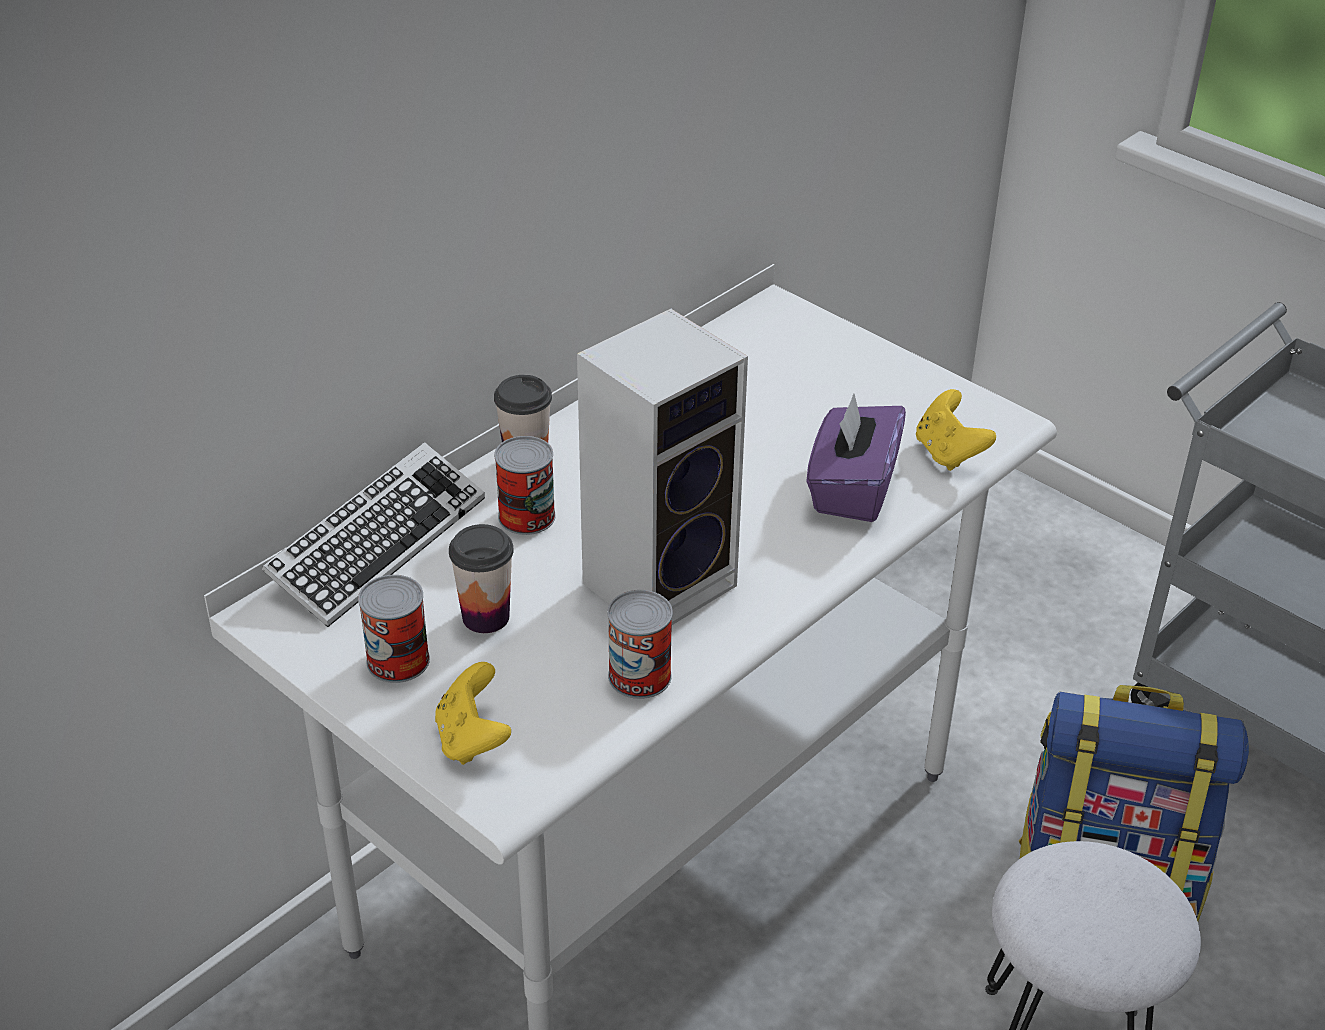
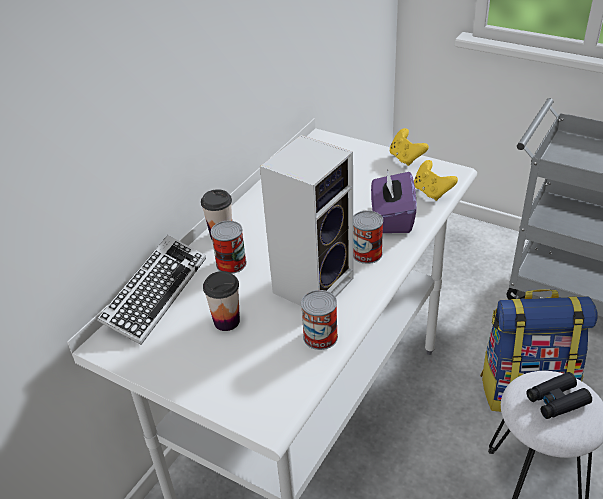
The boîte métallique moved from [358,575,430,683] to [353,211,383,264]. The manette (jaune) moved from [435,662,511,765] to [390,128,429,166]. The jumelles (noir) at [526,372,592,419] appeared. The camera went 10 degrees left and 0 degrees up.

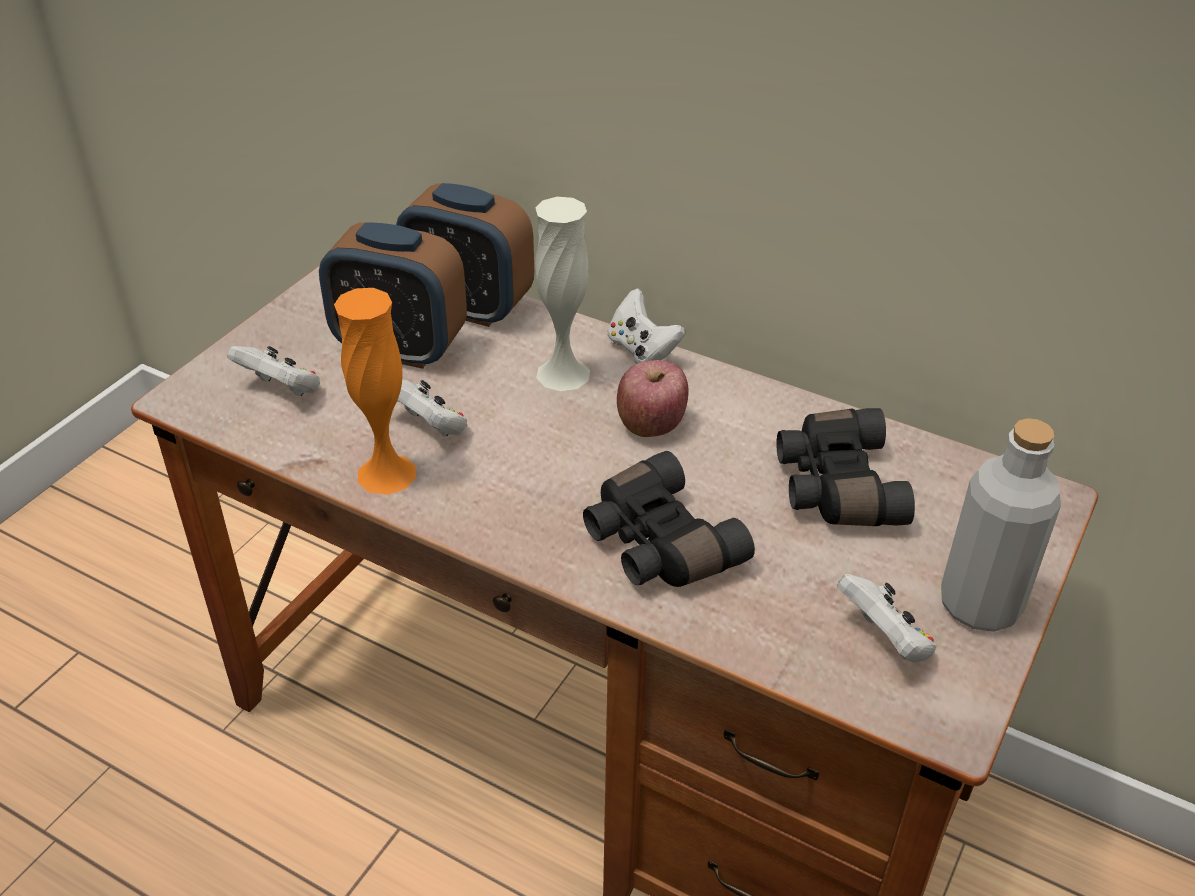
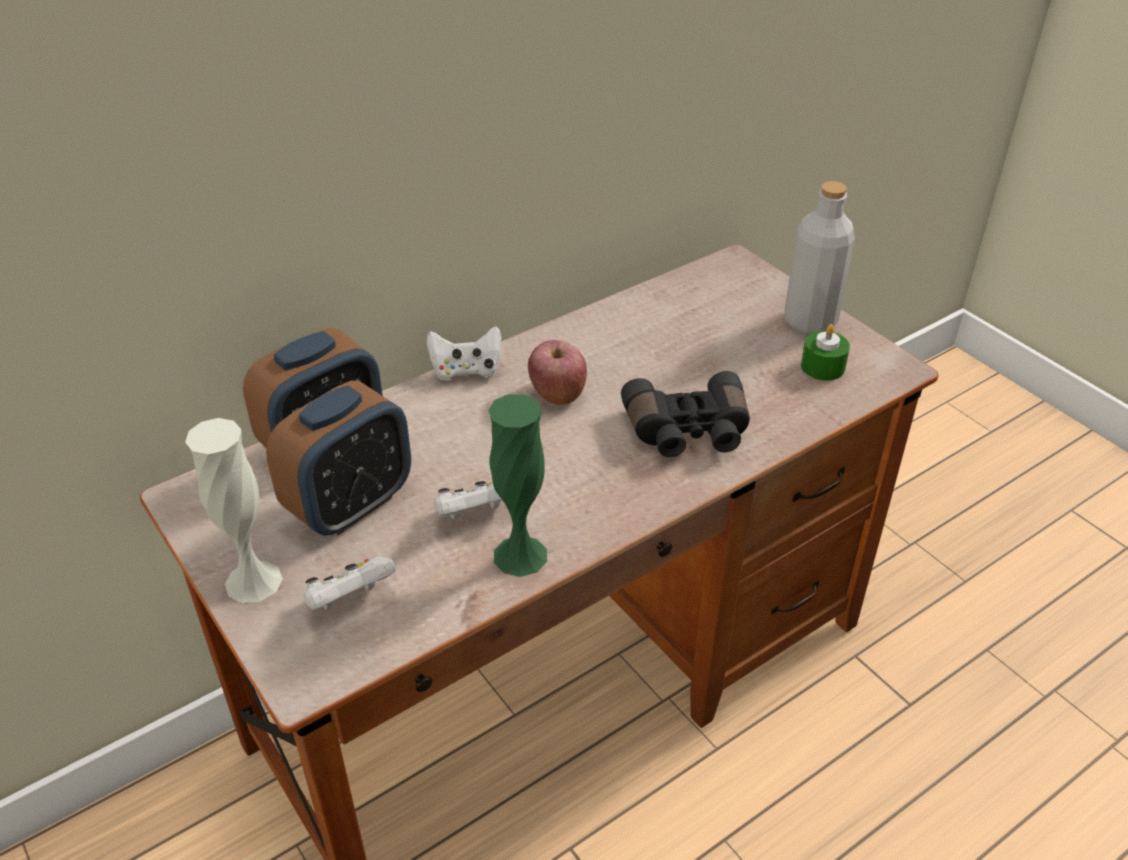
The vase (blanc) moved from [535,197,590,391] to [185,418,283,603]. The vase (orange) at [334,288,416,495] became the vase (vert) at [488,394,547,577]. The jumelles (noir) at [776,408,915,526] disappeared. The manette (blanc) at [837,574,936,663] was replaced by the bougie (vert) at [801,324,850,381]. The camera went 65 degrees left and 0 degrees up.

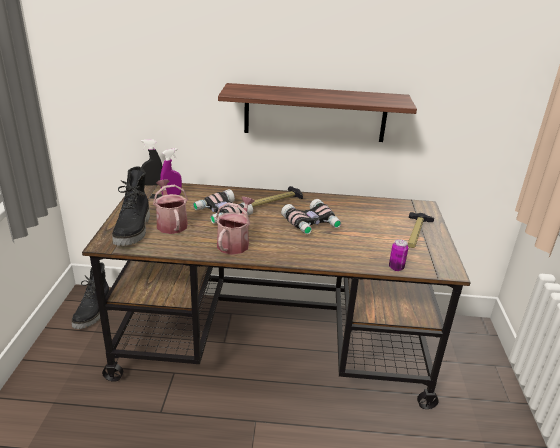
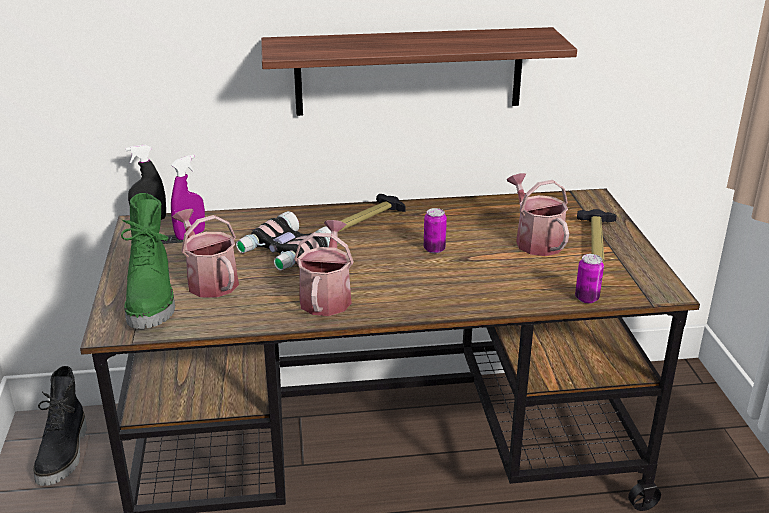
The botte (noir) at [112,166,150,246] became the botte (vert) at [121,193,175,329]. The jumelles at [281,199,341,234] was replaced by the boîte métallique at [424,208,447,253]. The arrosoir at [507,173,569,256] appeared. The camera went 10 degrees left and 0 degrees up.

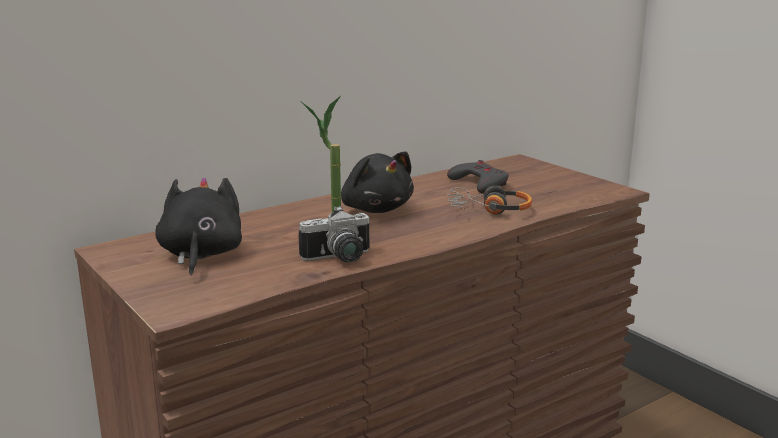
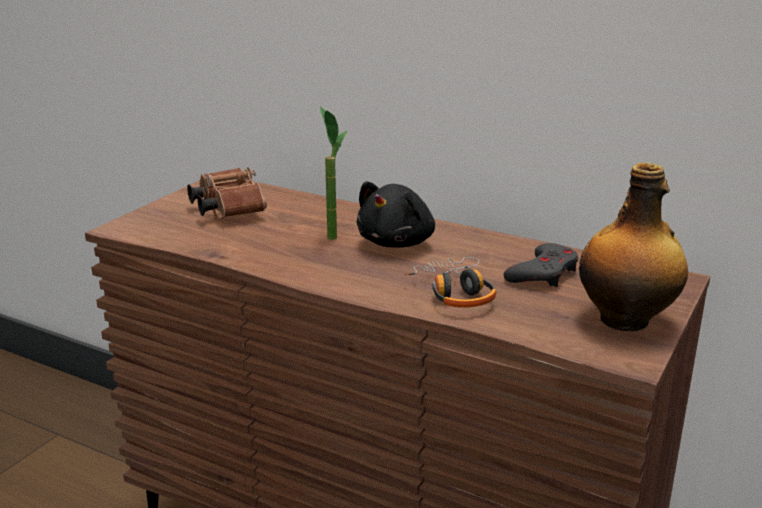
The peluche (noir) at [155,177,242,276] was replaced by the jumelles (marron) at [187,167,267,220]. The appareil photo at [298,206,370,262] disappeared. The bouteille at [579,162,688,331] appeared. The camera went 65 degrees right and 5 degrees up.

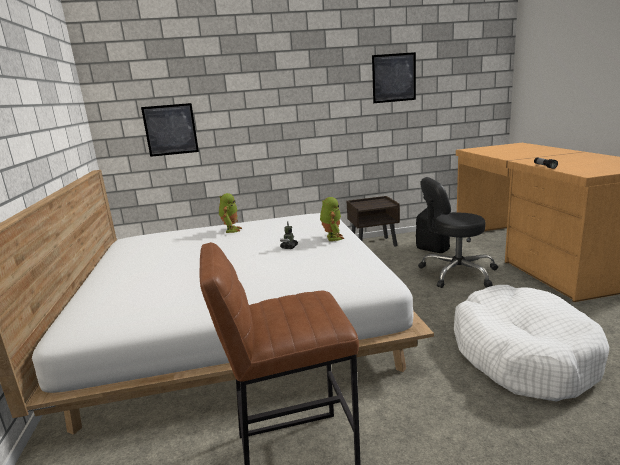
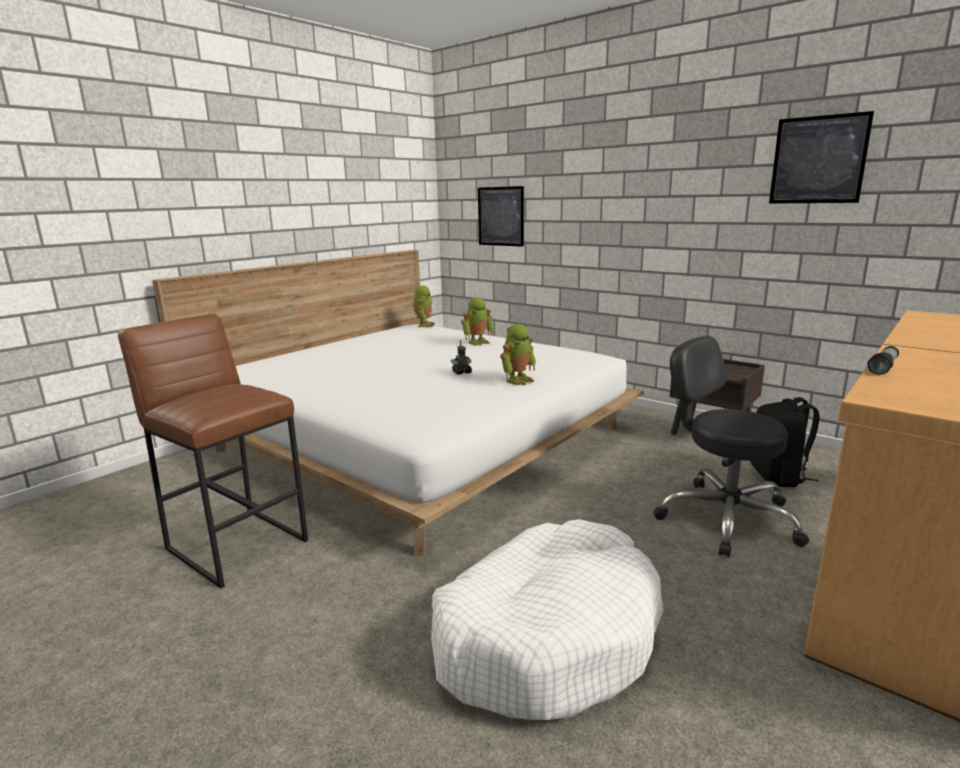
The robot jouet at [413,286,435,327] appeared. The camera went 50 degrees right and 0 degrees up.

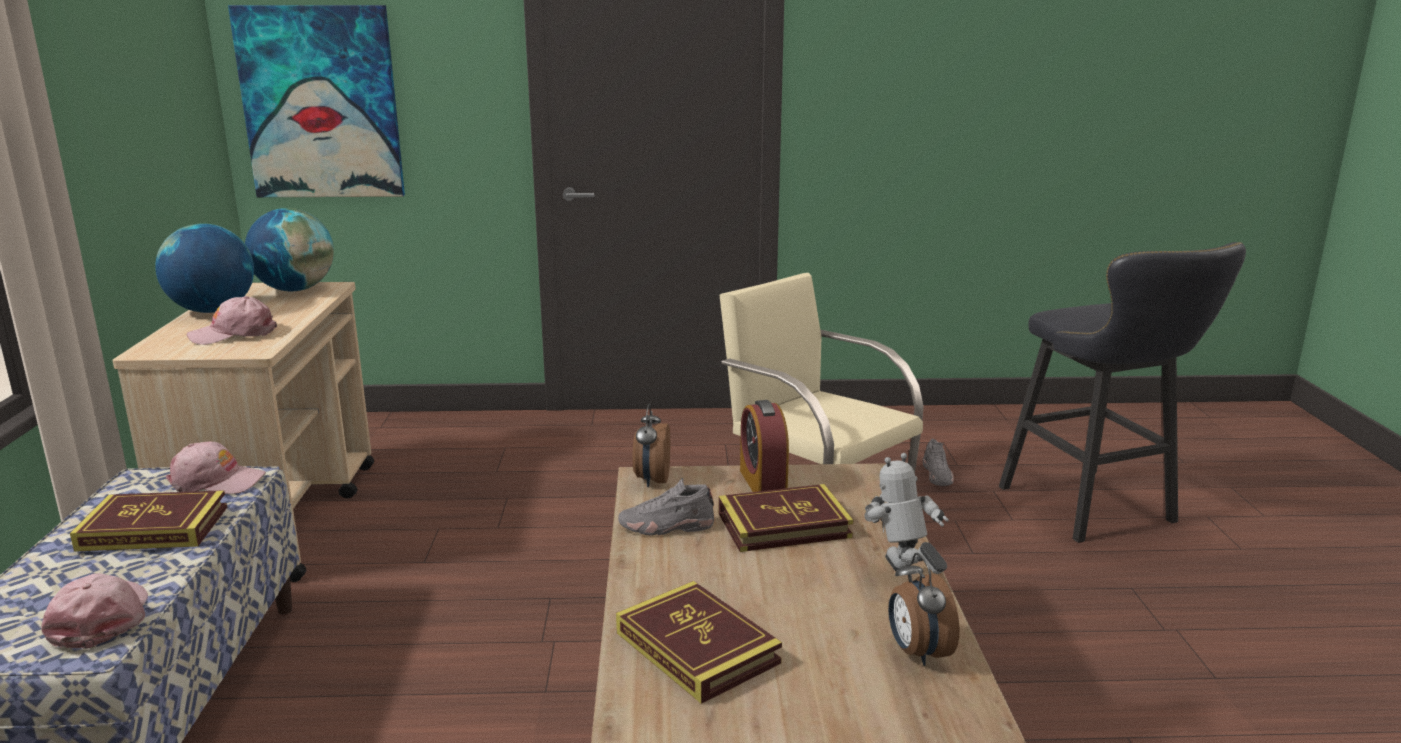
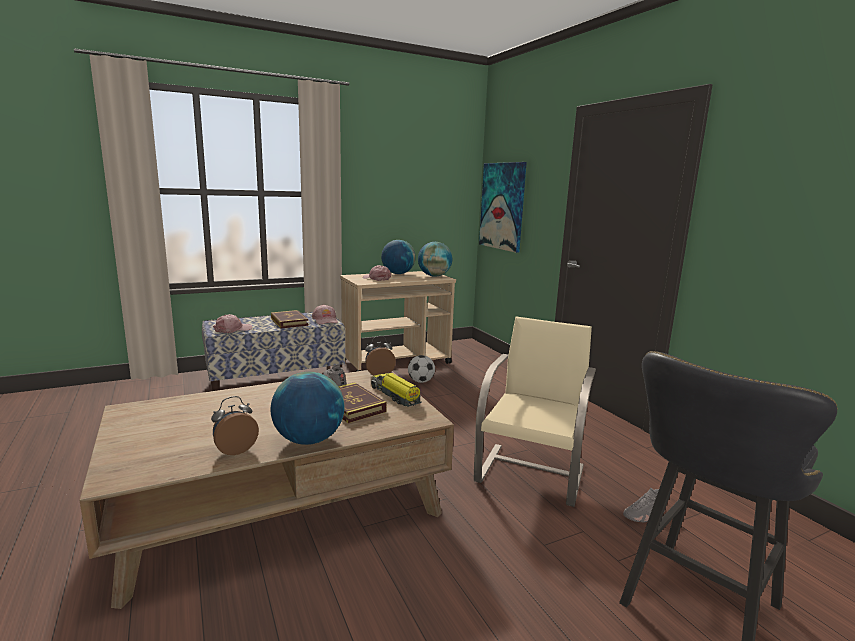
The réveil at [740,400,789,492] was replaced by the camion jouet at [371,373,422,407]. The robot jouet at [864,453,949,574] was replaced by the globe at [271,372,345,445]. The livre at [616,581,782,704] disappeared. The ballon de foot at [408,355,435,383] appeared. The camera went 65 degrees right and 5 degrees down.

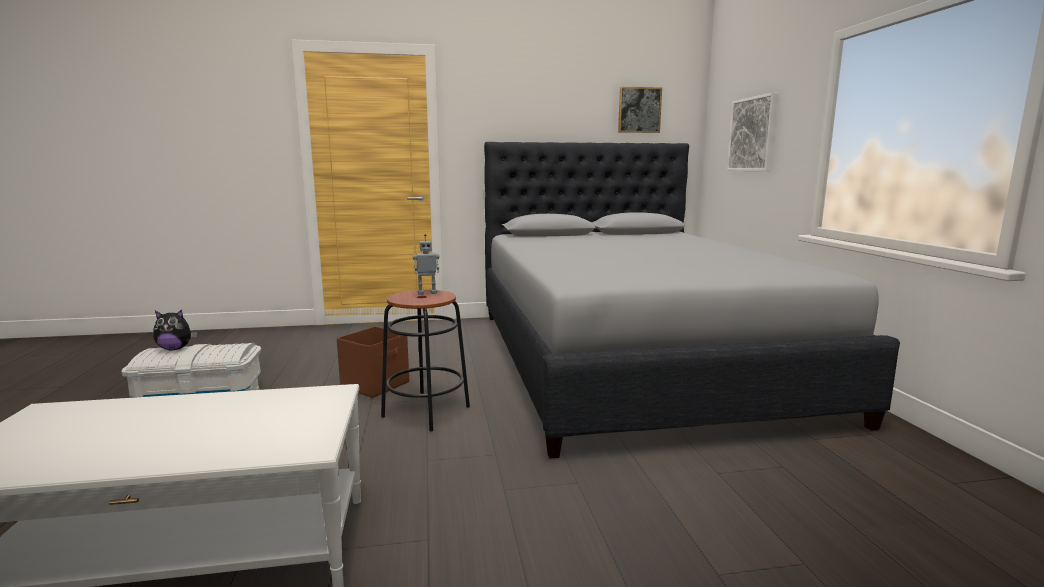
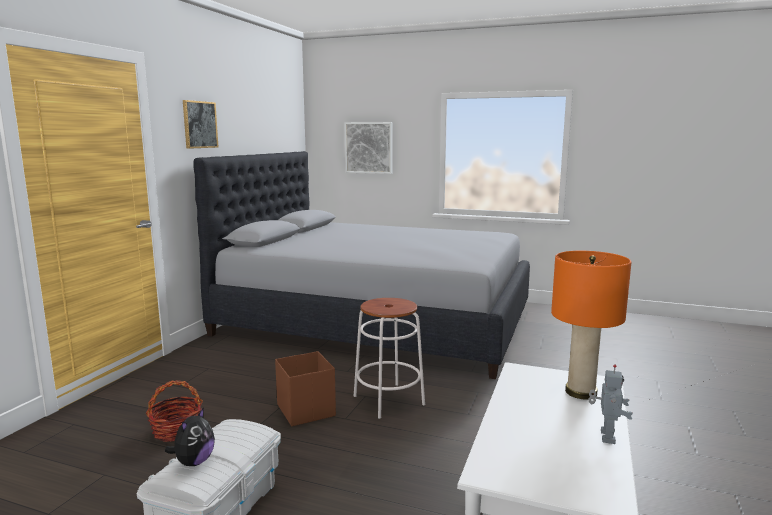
The tableau moved from [618,87,662,133] to [183,100,218,149]. The robot jouet moved from [413,234,439,295] to [588,365,633,444]. The tabouret (noir) at [381,290,470,432] became the tabouret (blanc) at [354,298,425,419]. The lampe de table (orange) at [551,251,631,400] appeared. The panier at [146,380,203,442] appeared. The camera went 60 degrees left and 0 degrees up.

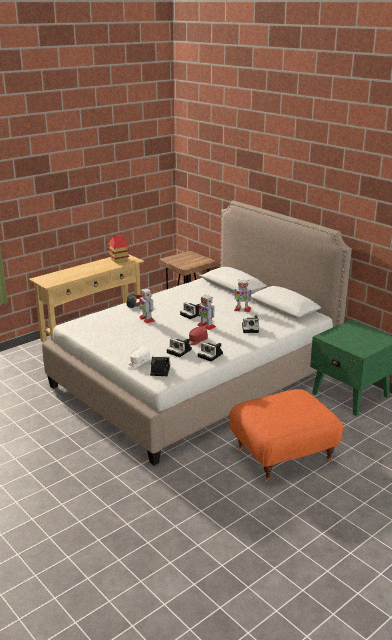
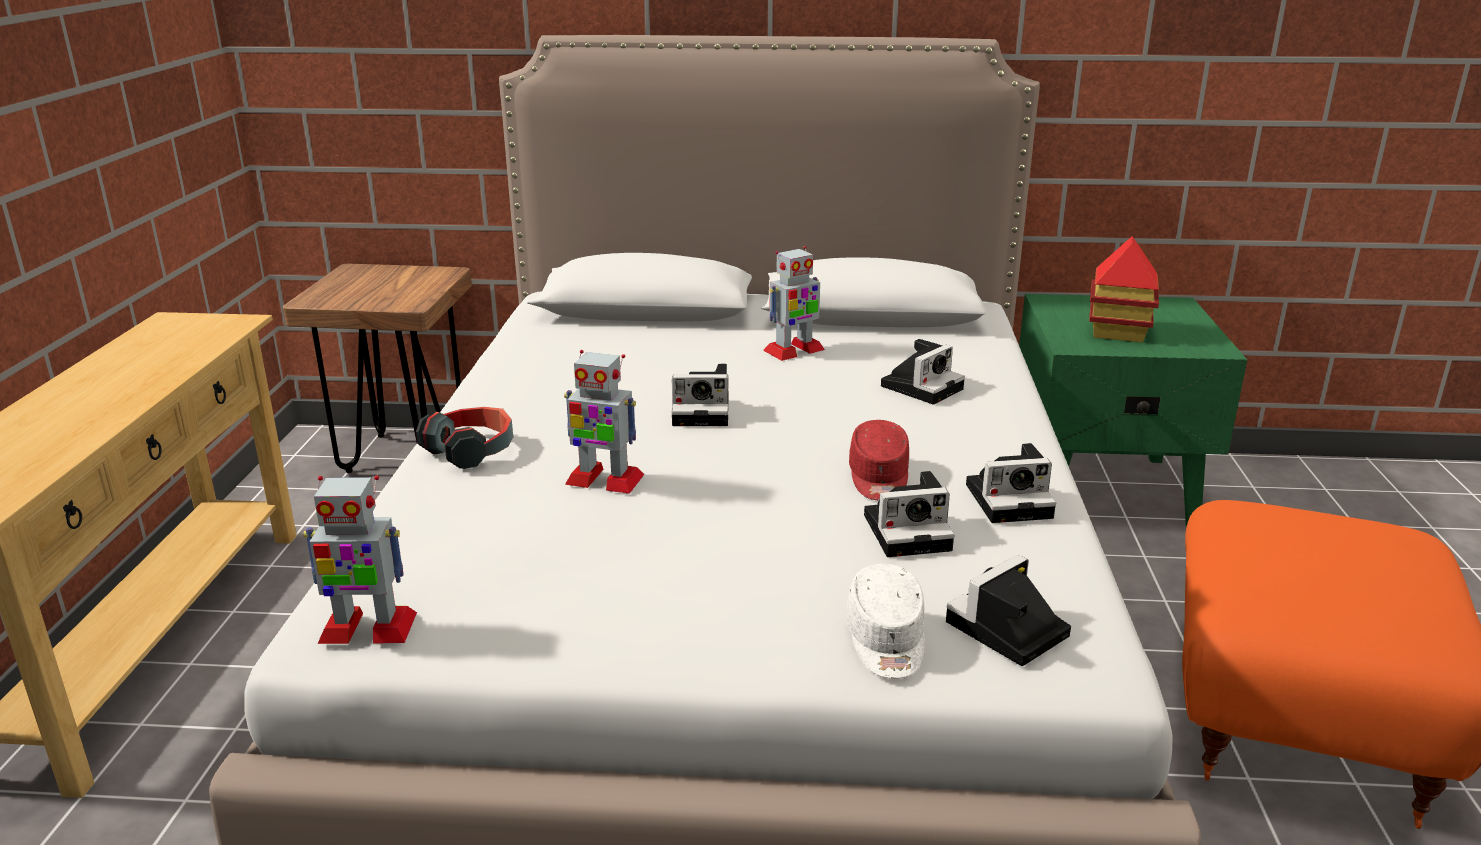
The maison miniature moved from [108,234,130,263] to [1089,236,1159,343]. The robot jouet moved from [198,294,216,330] to [303,475,417,644]. The camera went 45 degrees left and 0 degrees up.

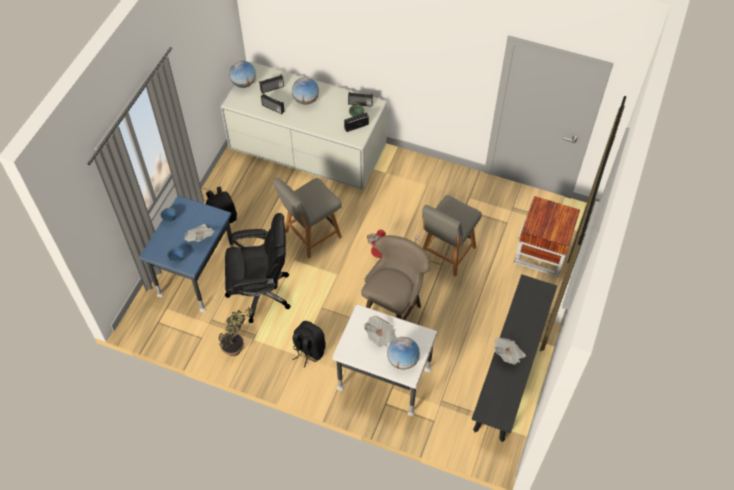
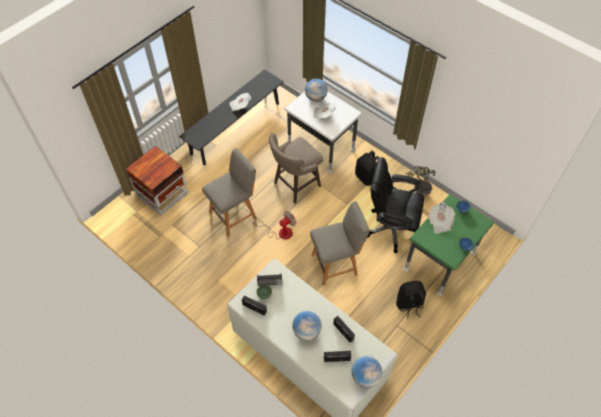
The bureau (bleu) at [139,195,234,312] became the bureau (vert) at [403,194,494,296]. The camera went 160 degrees left and 0 degrees up.

